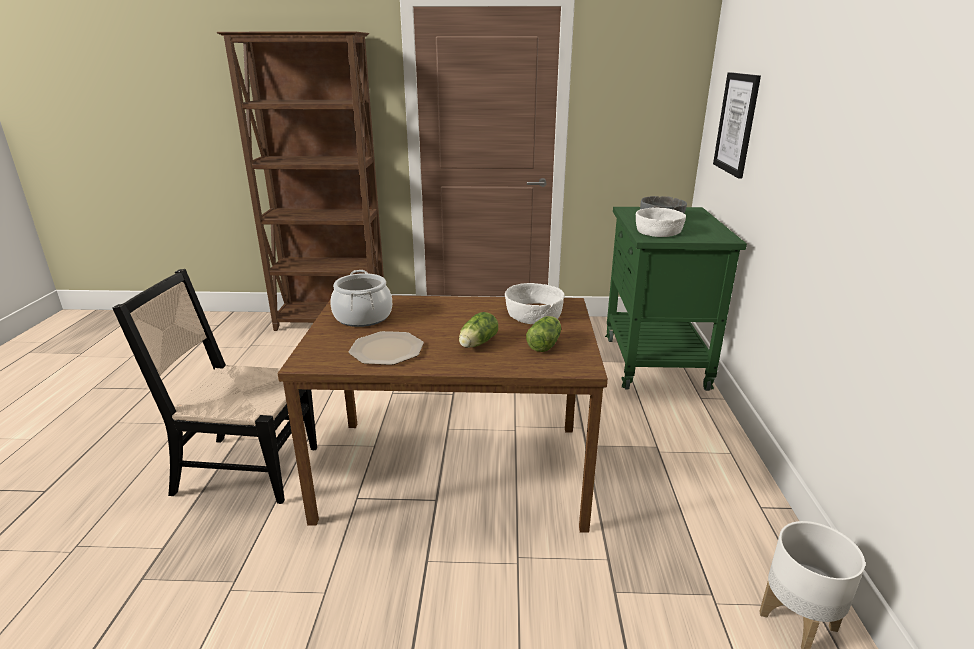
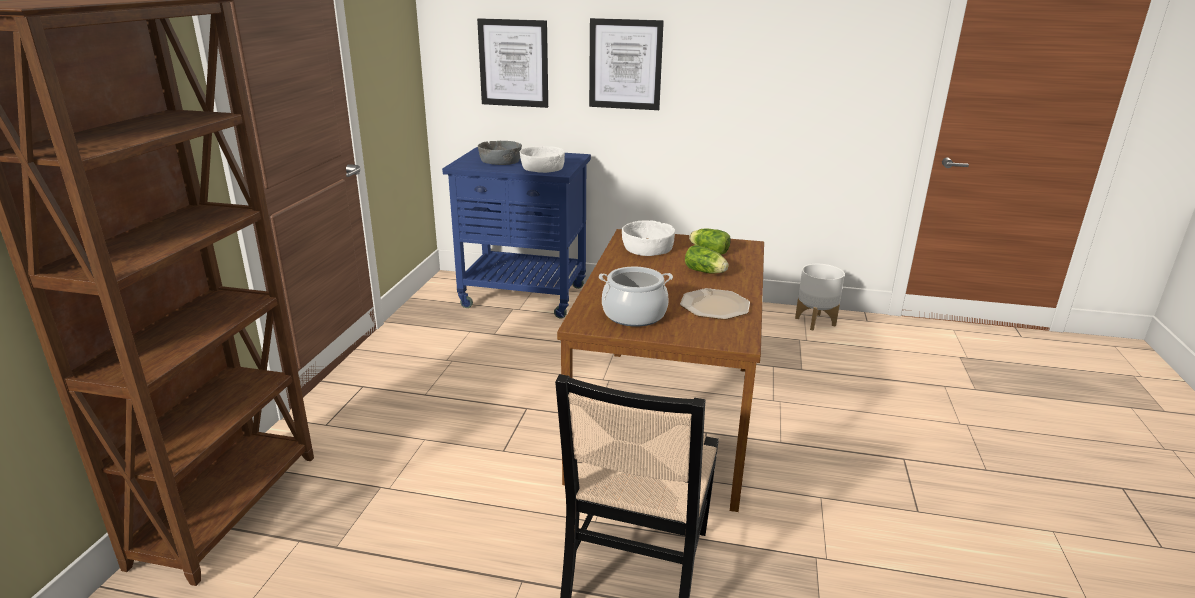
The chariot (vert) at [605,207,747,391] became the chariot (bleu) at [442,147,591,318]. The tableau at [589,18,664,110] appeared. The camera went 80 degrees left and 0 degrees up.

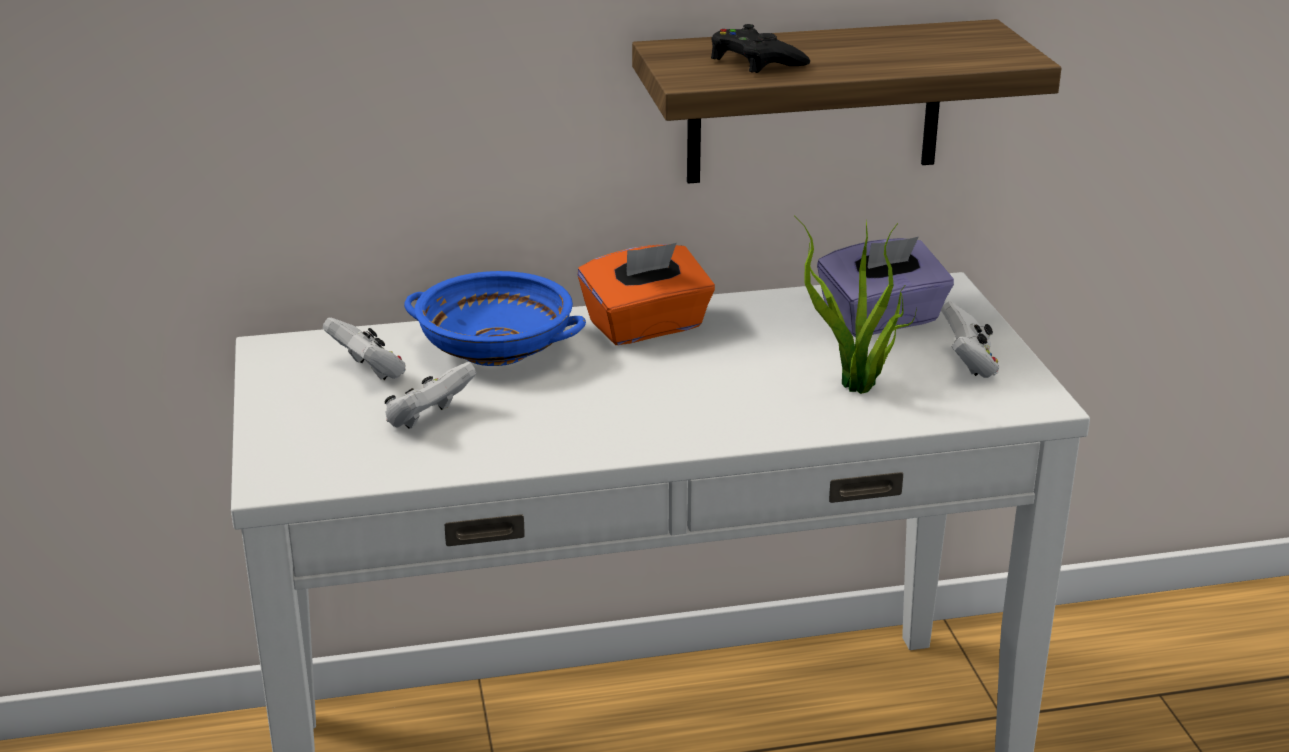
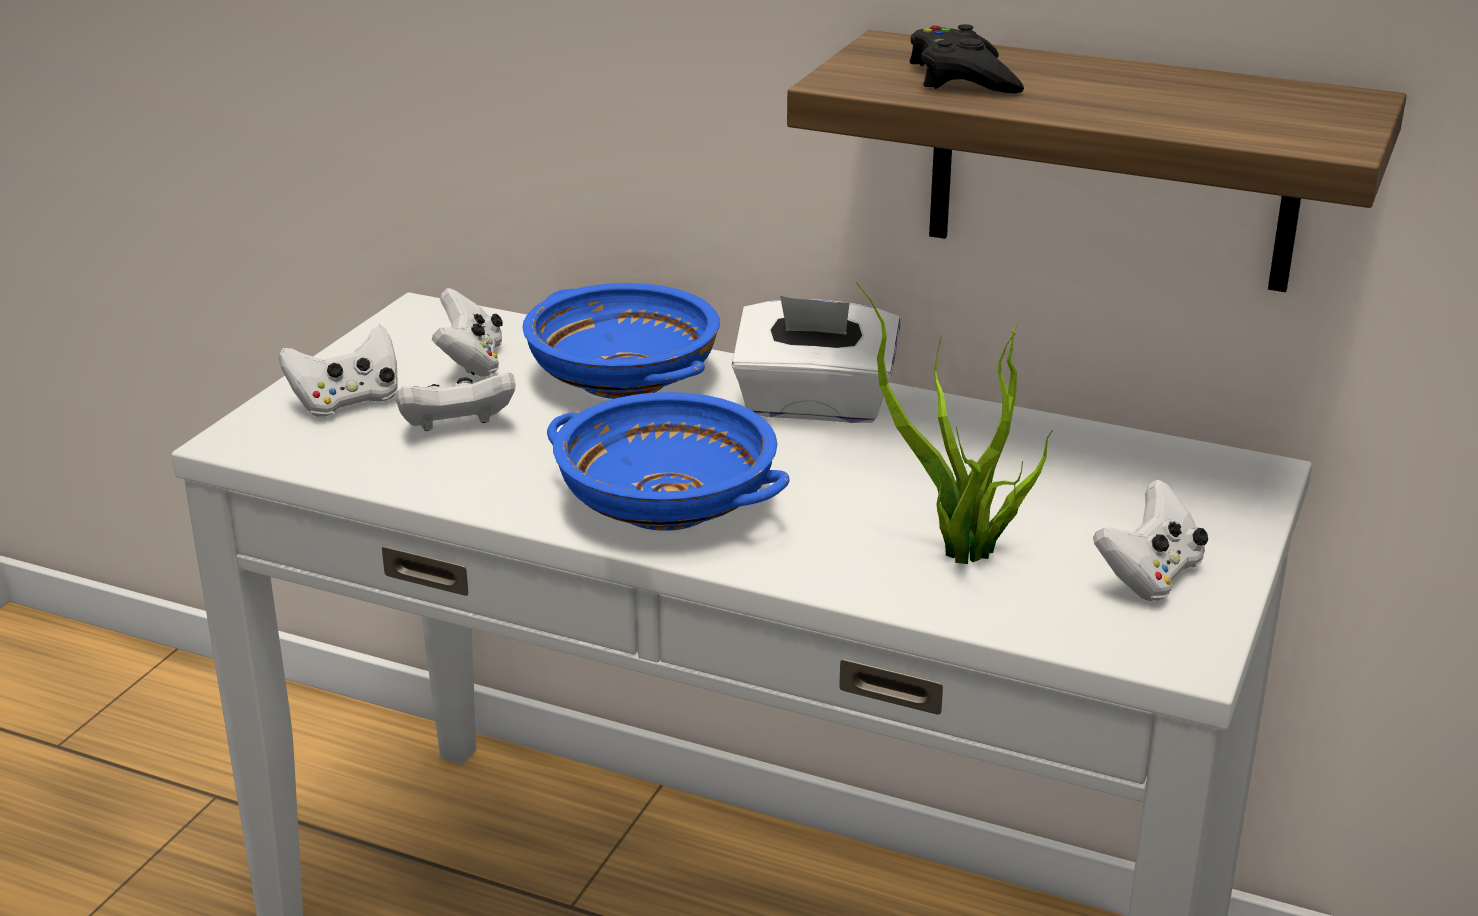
The boîte à mouchoirs (violet) at [817,237,954,337] disappeared. The boîte à mouchoirs (orange) at [578,243,715,345] became the boîte à mouchoirs (blanc) at [731,296,900,423]. The manette (blanc) at [279,325,398,417] appeared. The bol (bleu) at [547,392,790,531] appeared. The camera went 35 degrees right and 0 degrees up.

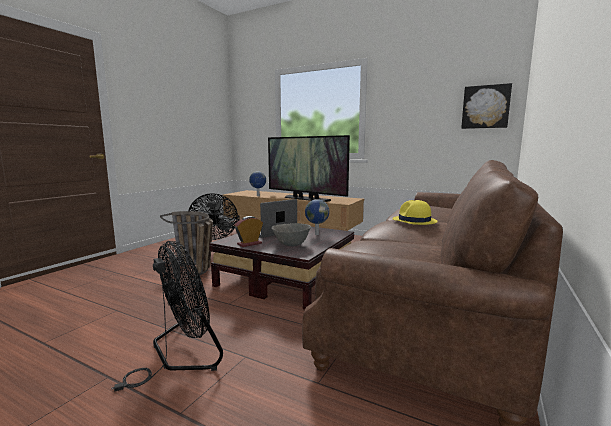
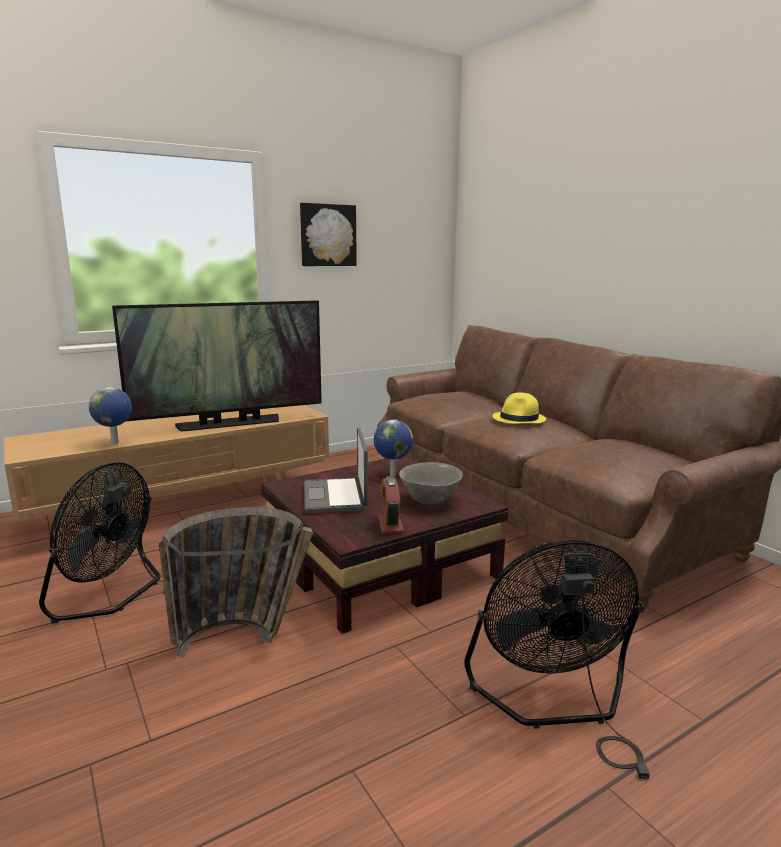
The tableau moved from [461,83,512,129] to [300,203,357,266]. The camera went 60 degrees left and 5 degrees up.

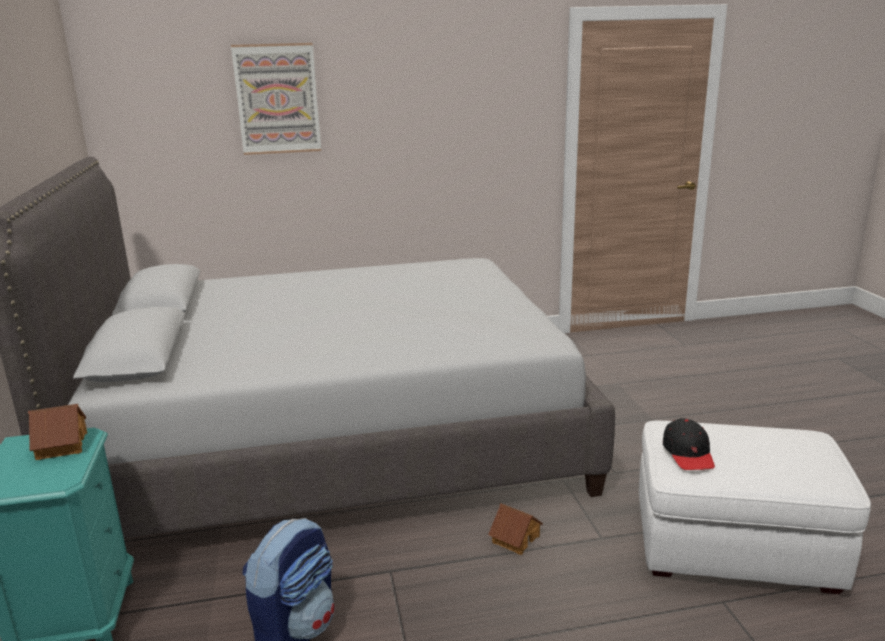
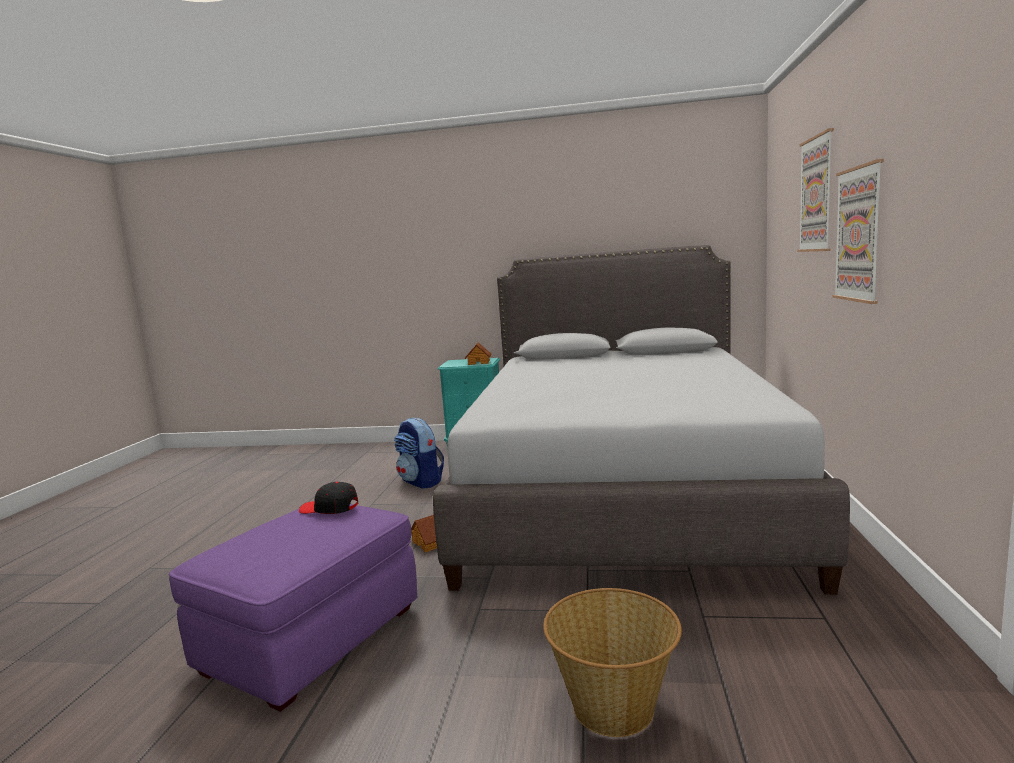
The pouf (blanc) at [639,421,871,594] became the pouf (violet) at [169,504,417,712]. The tableau at [833,159,884,304] appeared. The panier at [543,588,682,737] appeared. The camera went 110 degrees right and 10 degrees down.

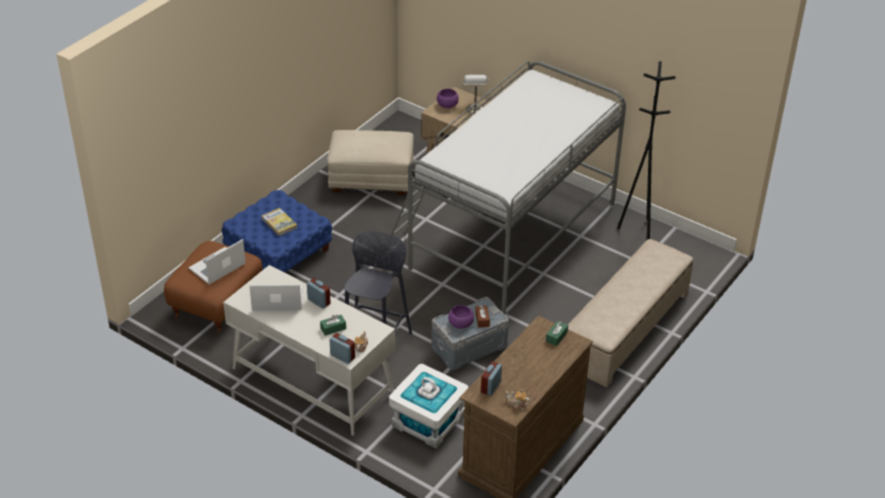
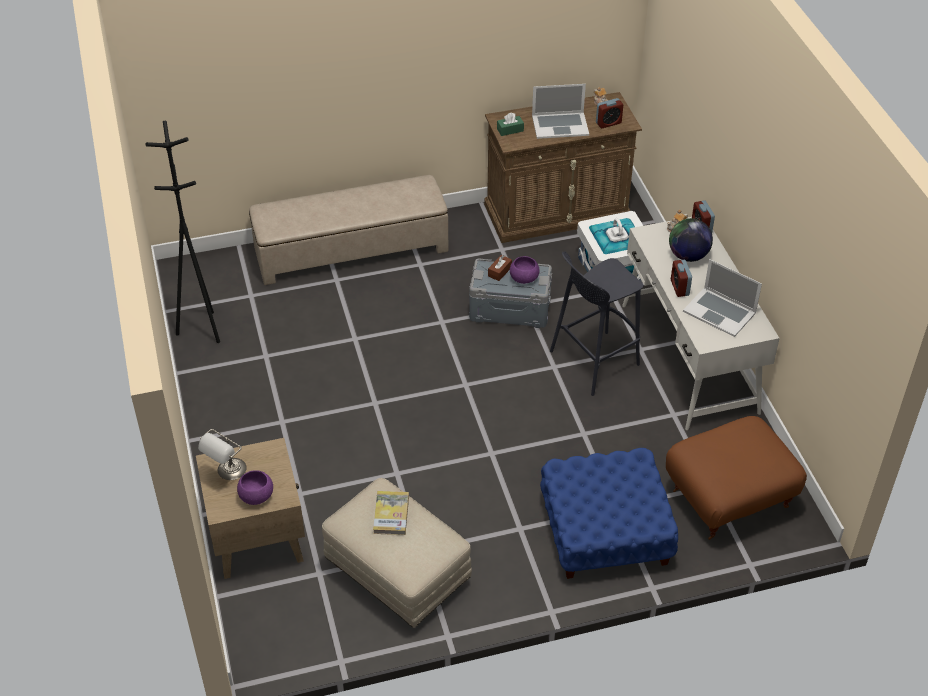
The lit (gris) at [385,61,626,315] disappeared. The livre moved from [262,208,297,236] to [373,491,409,535]. The ordinateur portable moved from [189,239,246,285] to [532,84,589,139]. The boîte à mouchoirs (vert) at [320,315,346,336] was replaced by the globe at [669,218,713,262]. The camera went 140 degrees left and 5 degrees up.

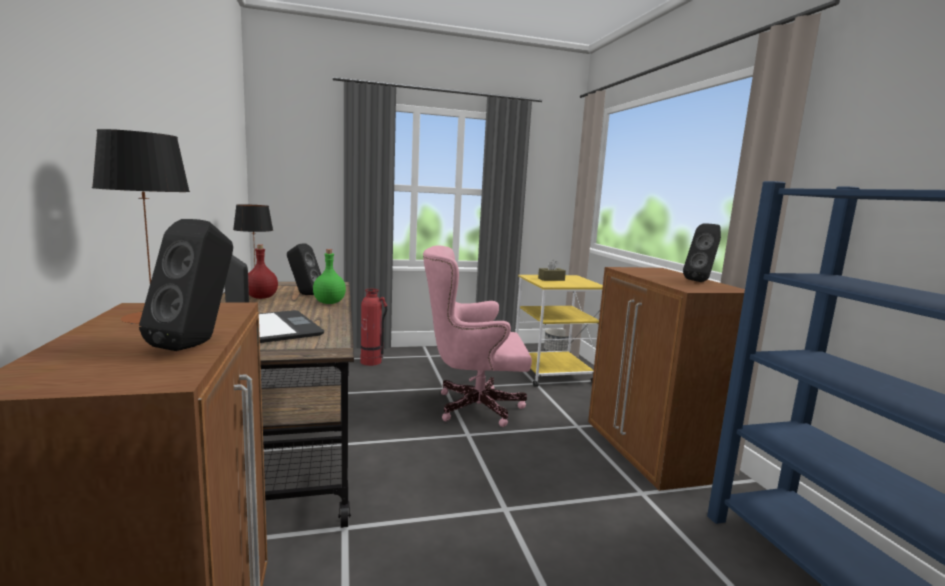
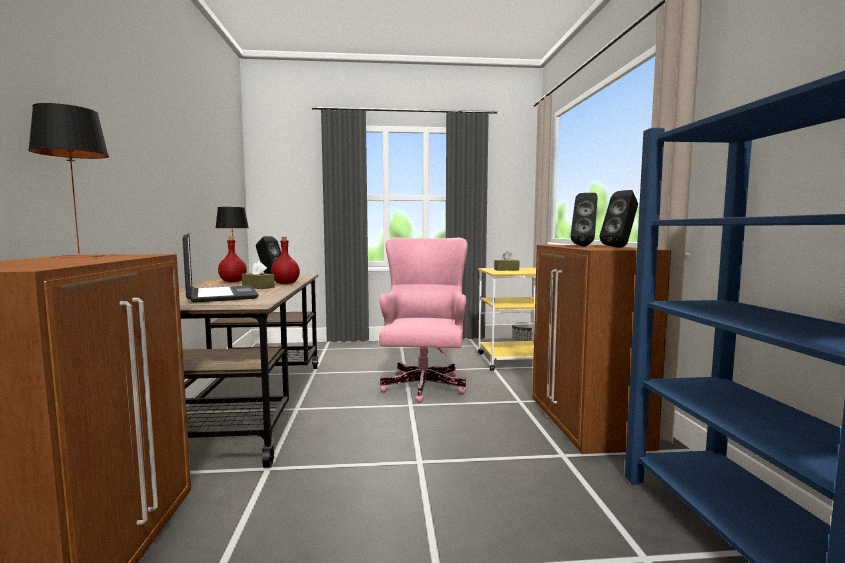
The enceinte (noir) moved from [139,219,233,351] to [571,193,598,247]. The chaise de bureau (rose) at [423,245,532,427] turned 90 degrees clockwise. The bouteille (vert) at [313,249,346,304] became the bouteille (rouge) at [271,237,300,284]. The extincteur at [360,289,387,366] disappeared. The boîte à mouchoirs (marron) at [242,261,275,289] appeared. The camera went 10 degrees right and 5 degrees down.

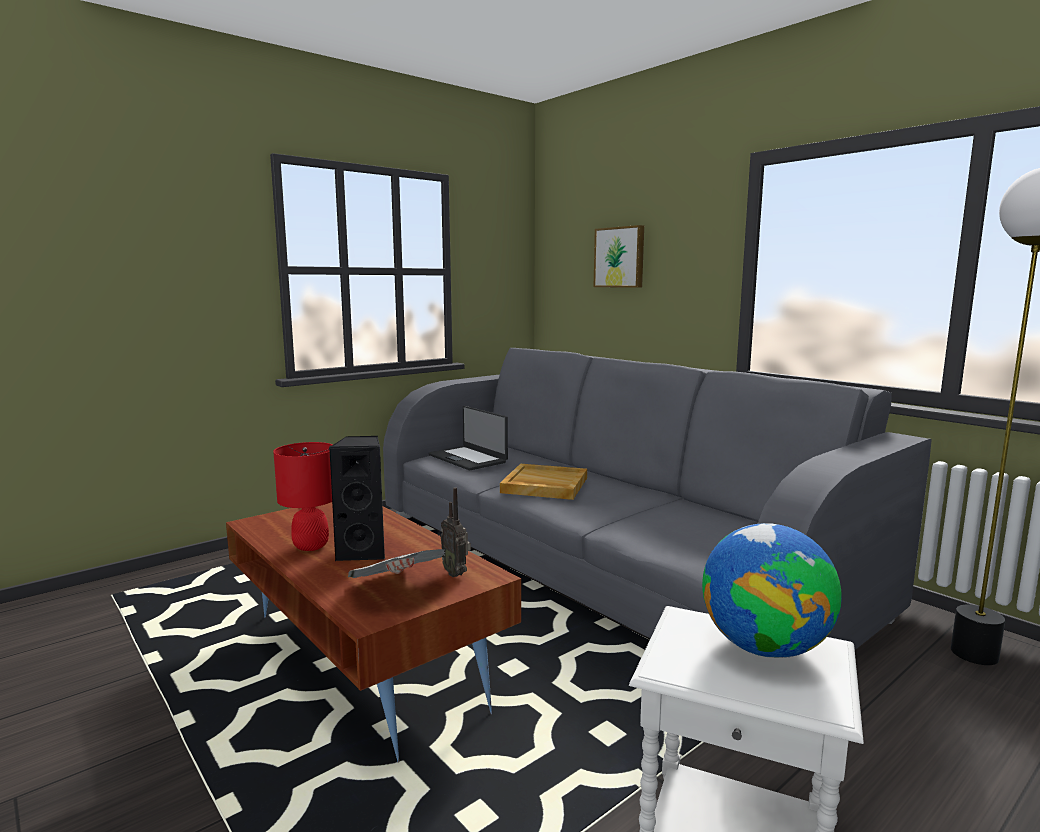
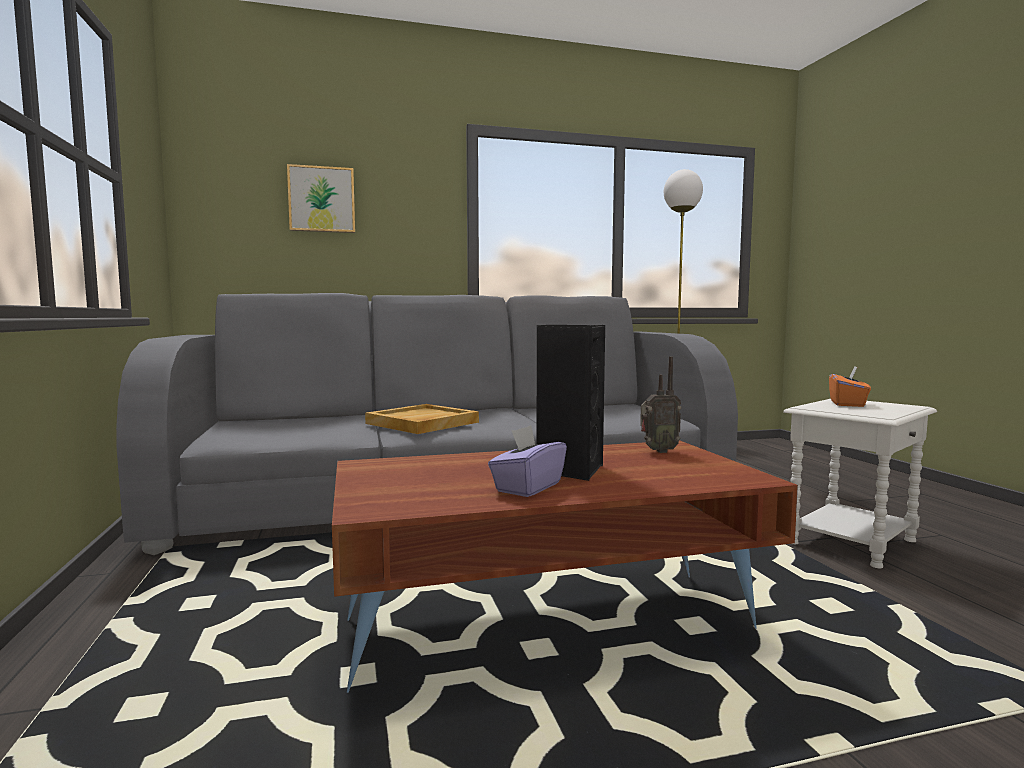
The ordinateur portable at [429,406,508,471] disappeared. The lampe de table (rouge) at [273,442,333,551] was replaced by the boîte à mouchoirs (violet) at [488,425,567,497]. The globe at [702,523,842,658] was replaced by the boîte à mouchoirs (orange) at [829,367,871,407]. The journal at [348,549,445,578] disappeared. The camera went 65 degrees left and 5 degrees down.

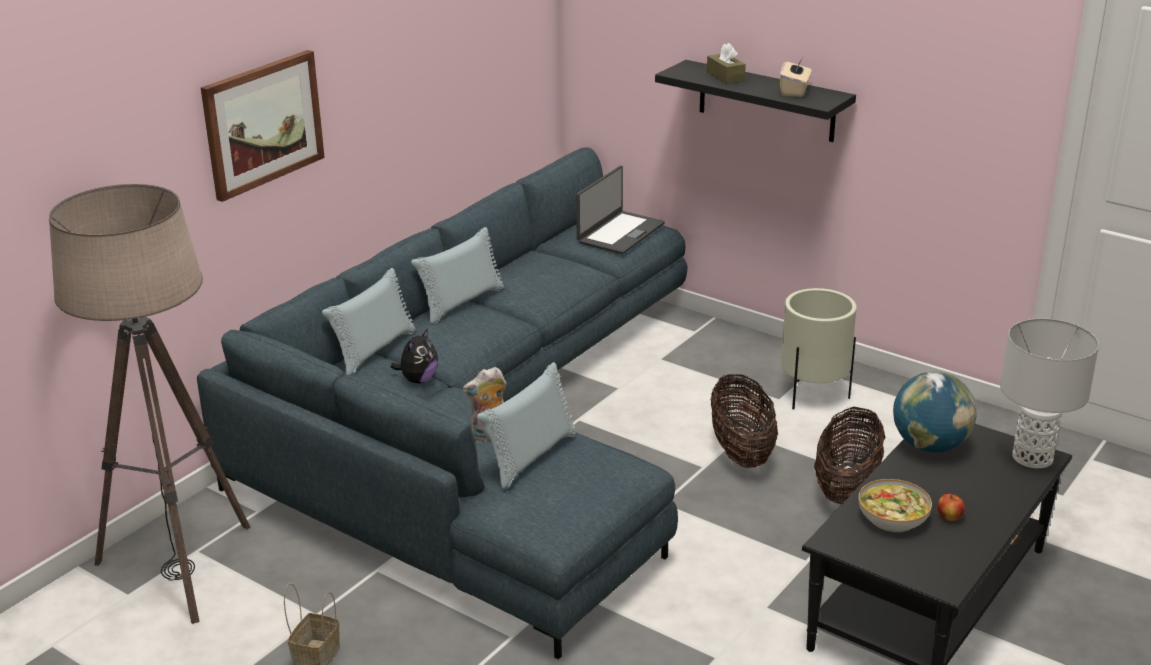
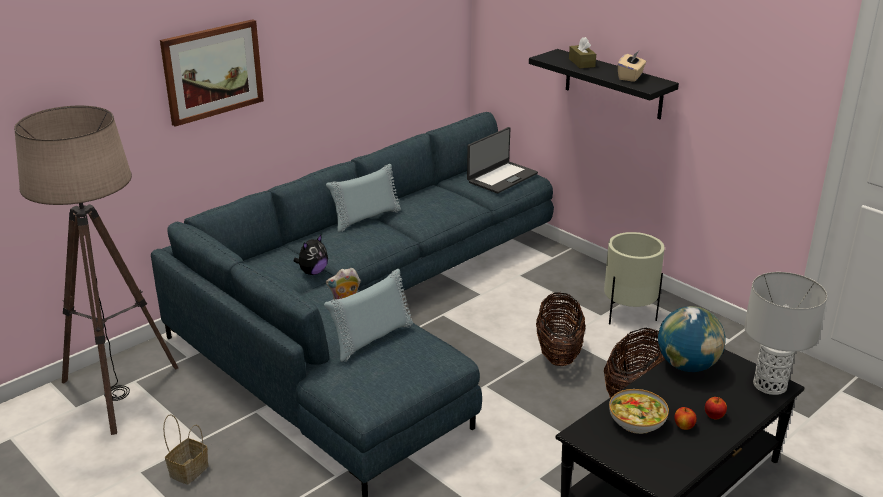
The coussin (bleu) at [322,268,415,375] disappeared. The pomme at [705,397,727,420] appeared. The camera went 10 degrees right and 0 degrees up.

